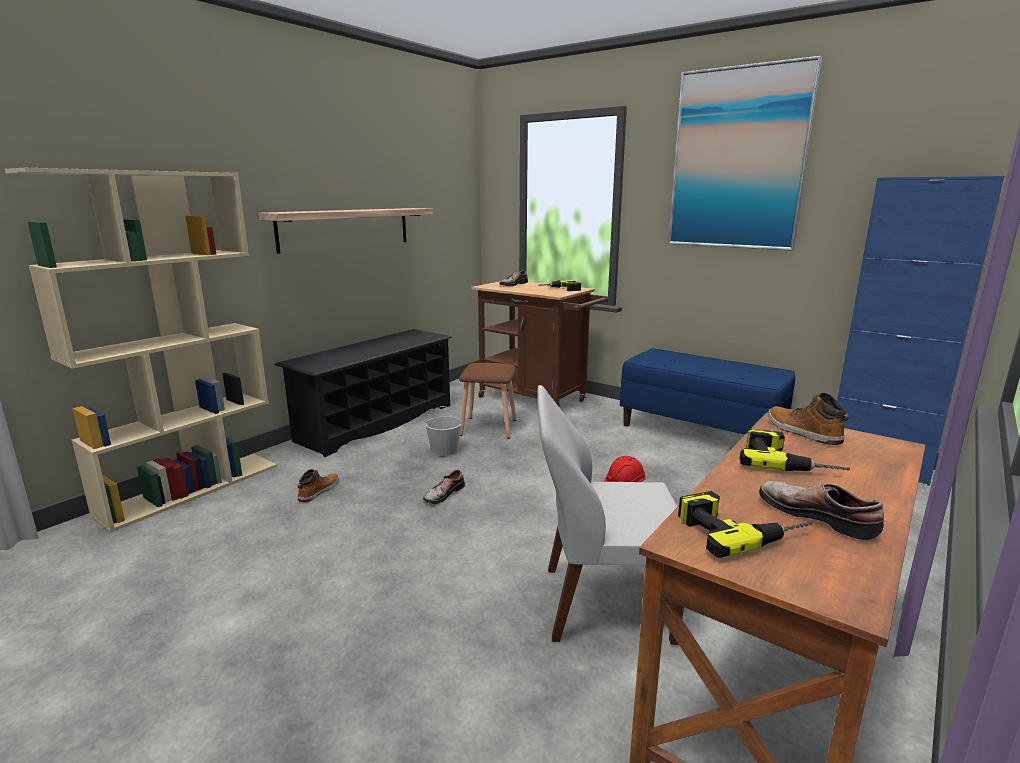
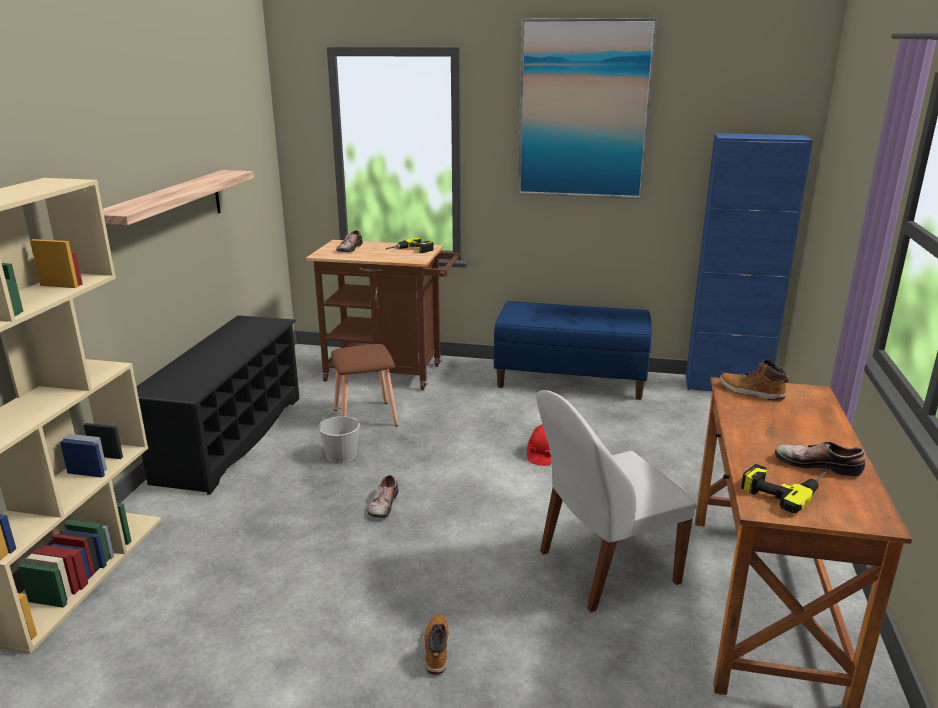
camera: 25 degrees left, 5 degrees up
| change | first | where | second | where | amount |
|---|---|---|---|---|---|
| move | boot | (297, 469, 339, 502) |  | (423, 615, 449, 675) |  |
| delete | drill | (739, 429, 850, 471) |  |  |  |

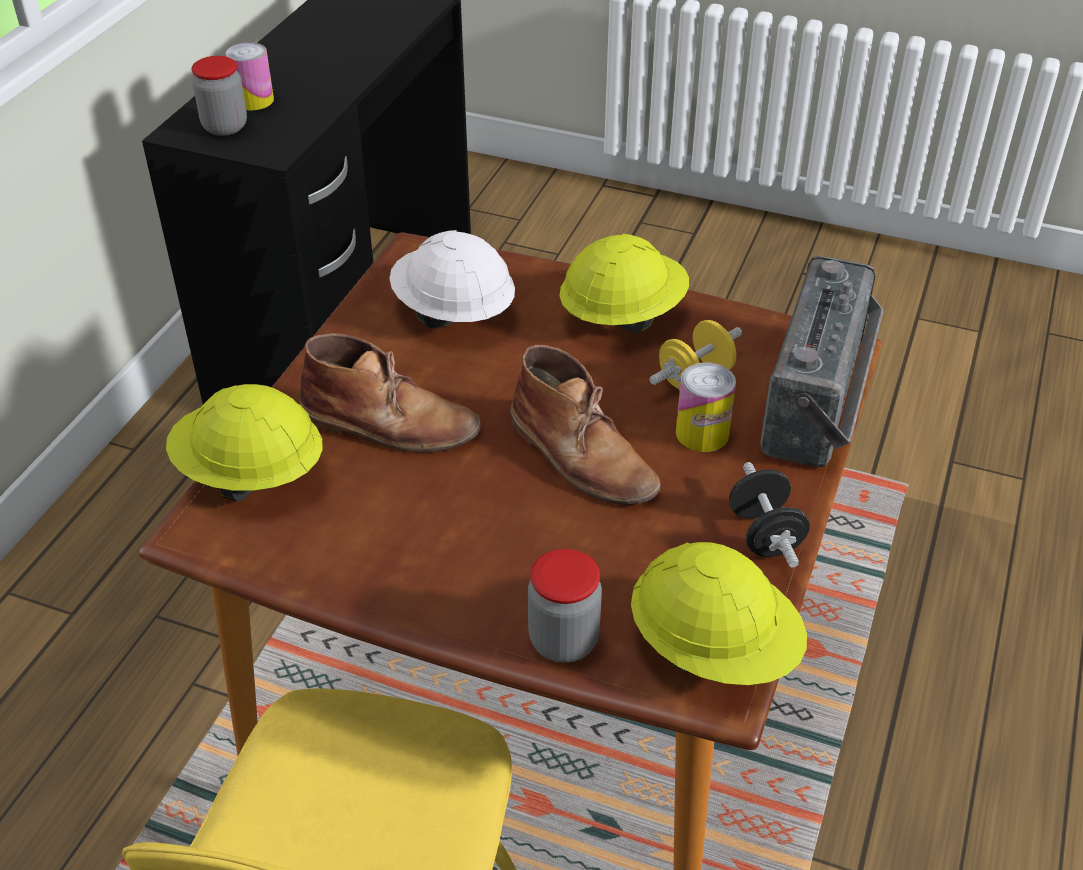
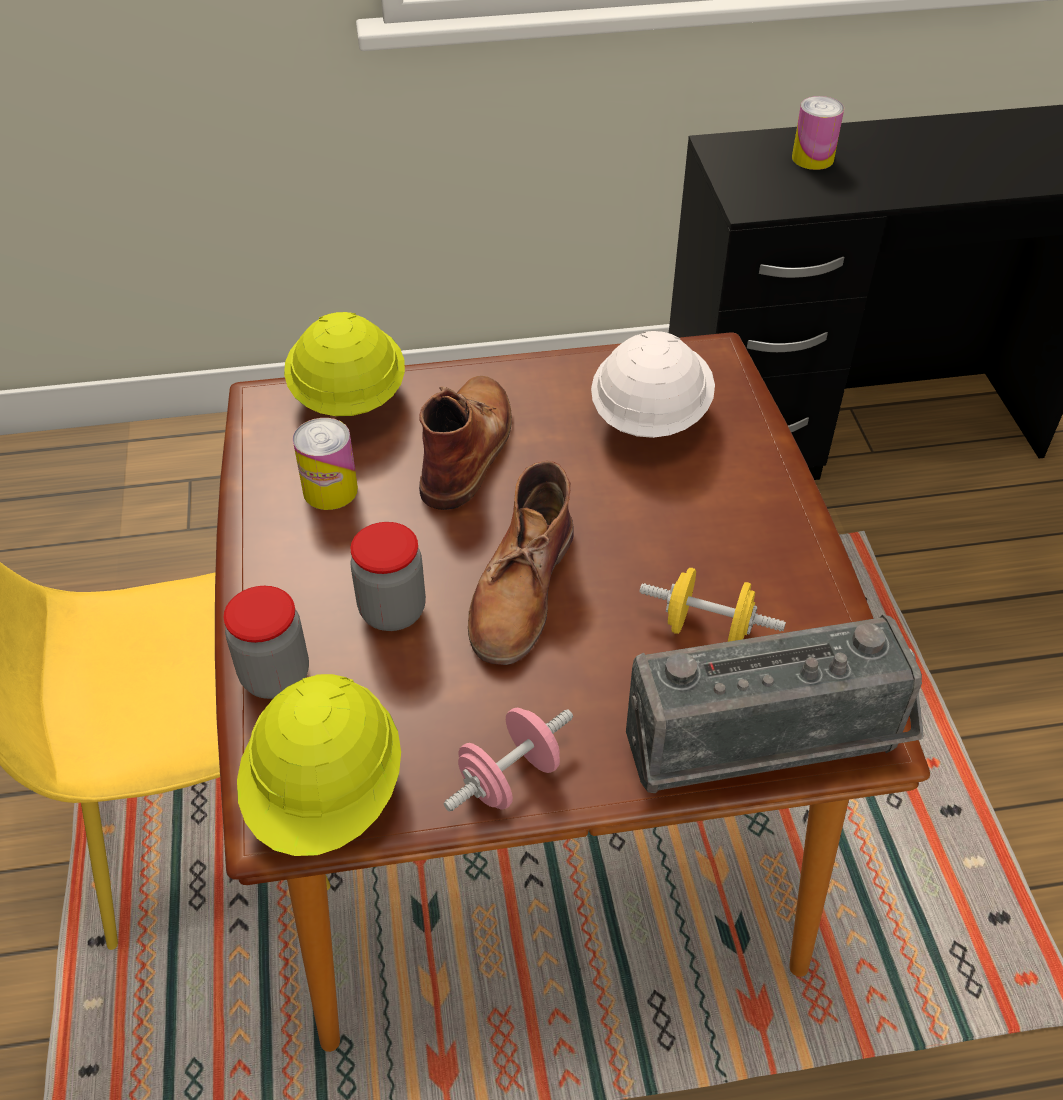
camera: 60 degrees right, 5 degrees up
| change | first | where | second | where | amount |
|---|---|---|---|---|---|
| move | metal can | (676, 362, 736, 452) |  | (293, 418, 358, 510) |  |
| move | preserve jar | (191, 56, 247, 136) |  | (350, 522, 426, 631) |  |
| rotate | brown boot | (298, 333, 481, 452) |  | (419, 376, 512, 510) | 150 degrees counterclockwise |
| recolor | blackish free weight | (729, 462, 810, 567) | pink free weight | (443, 708, 573, 812) |  |
| delete | yellow-coloured work helmet | (559, 234, 689, 333) |  |  |  |

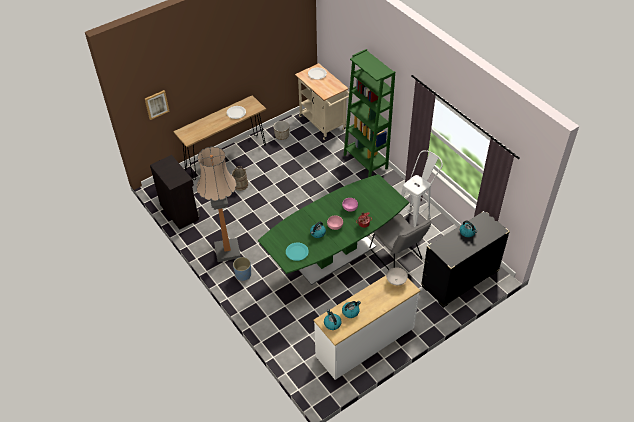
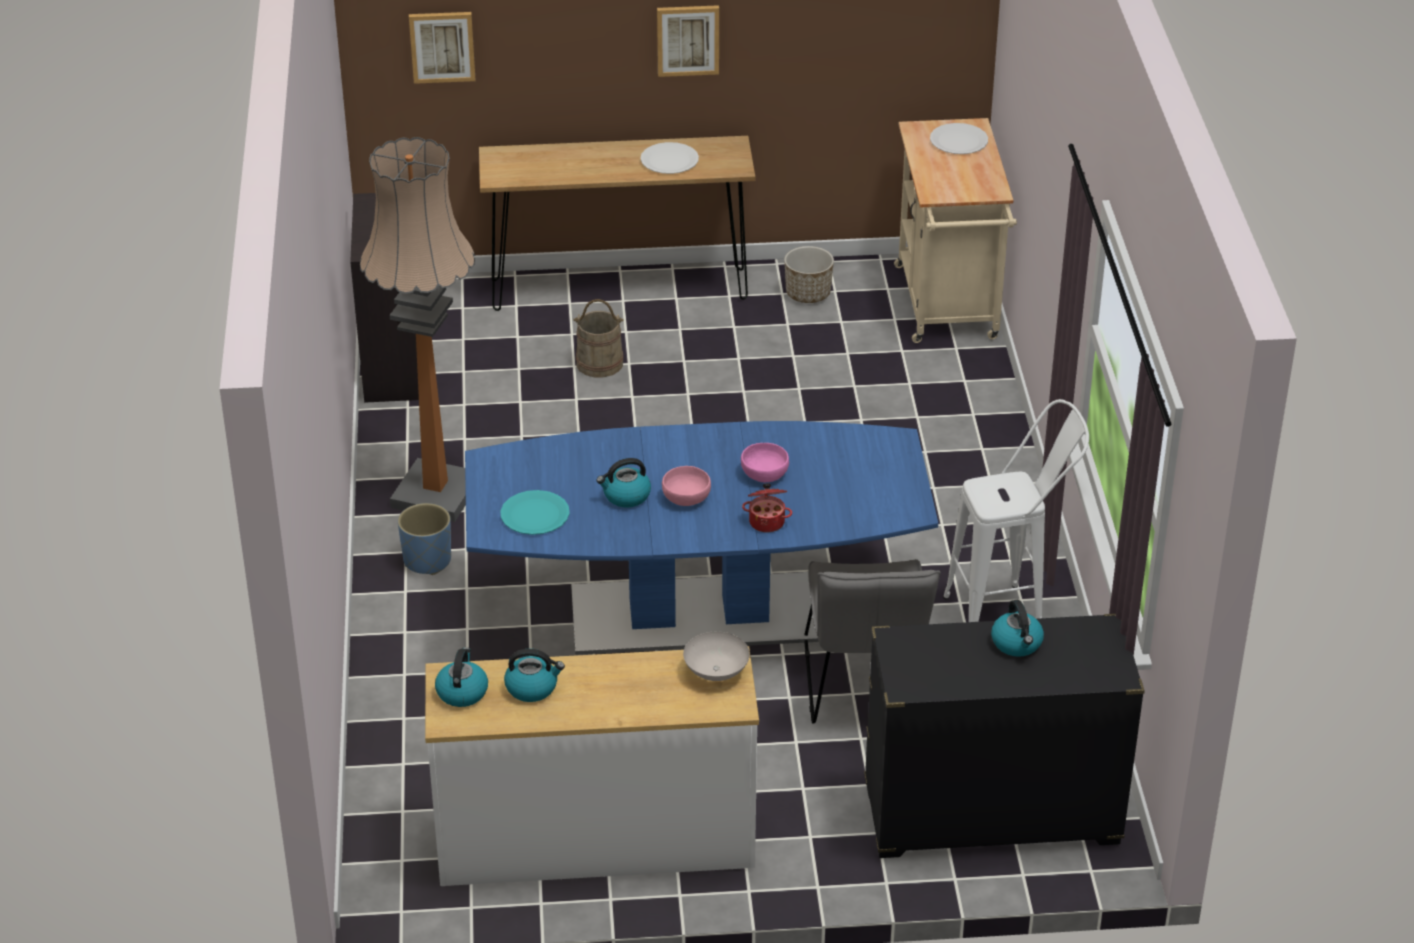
camera: 30 degrees right, 10 degrees down
| change | first | where | second | where | amount |
|---|---|---|---|---|---|
| recolor | green-coloured dinner table | (258, 174, 409, 285) | bluish dinner table | (465, 421, 938, 655) |  |
| insert |  |  | wall picture | (657, 5, 719, 77) |  |
| delete | green-coloured bookshelf | (344, 49, 395, 177) |  |  |  |

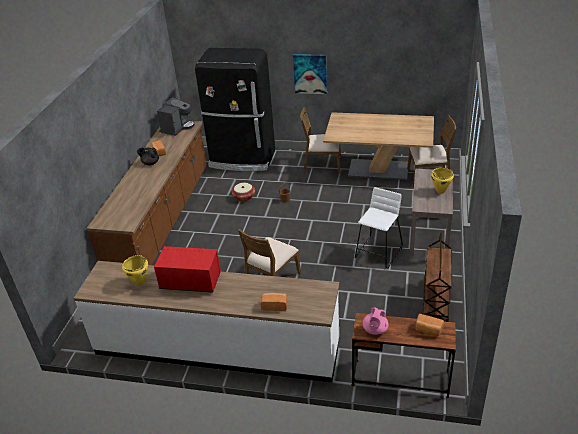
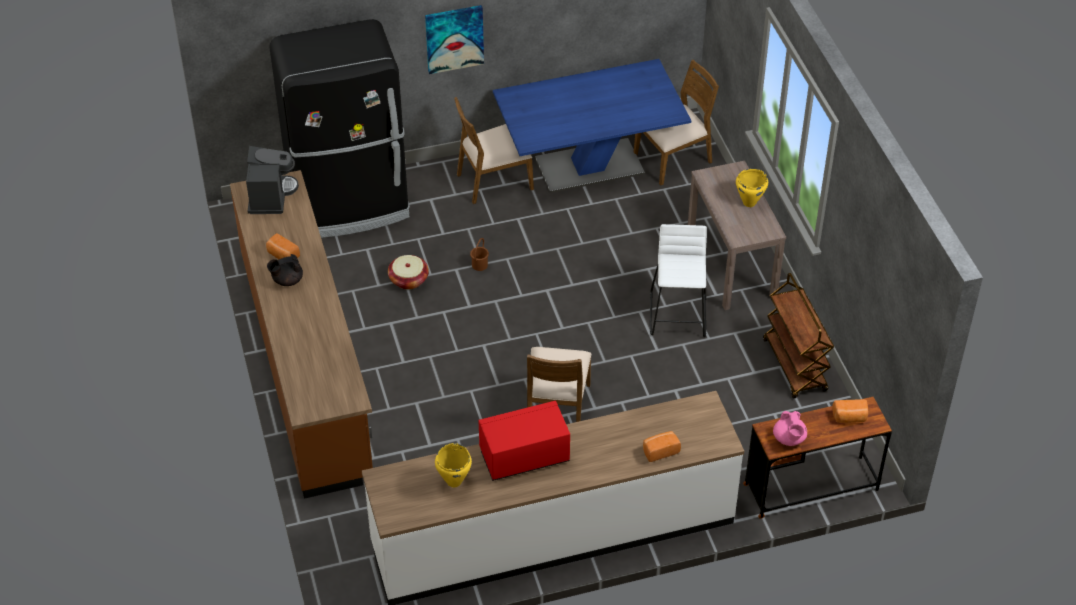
camera: 30 degrees left, 10 degrees up
| change | first | where | second | where | amount |
|---|---|---|---|---|---|
| recolor | brown dinner table | (323, 112, 434, 180) | bluish dinner table | (493, 59, 691, 193) |  |

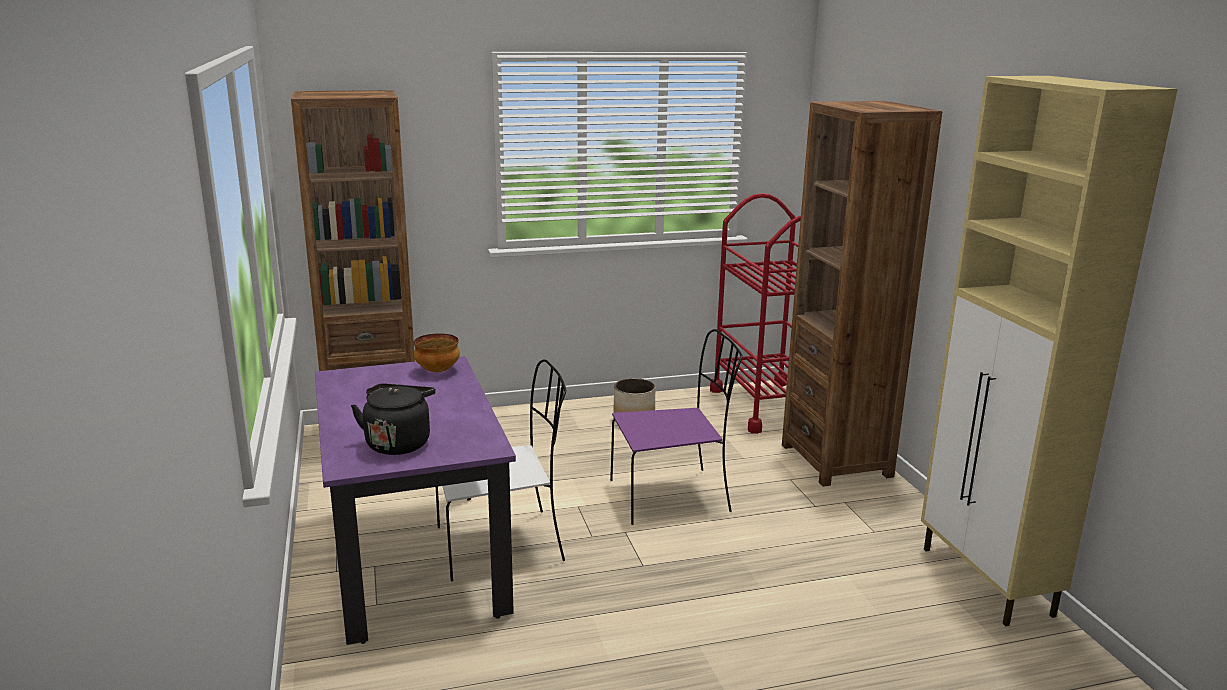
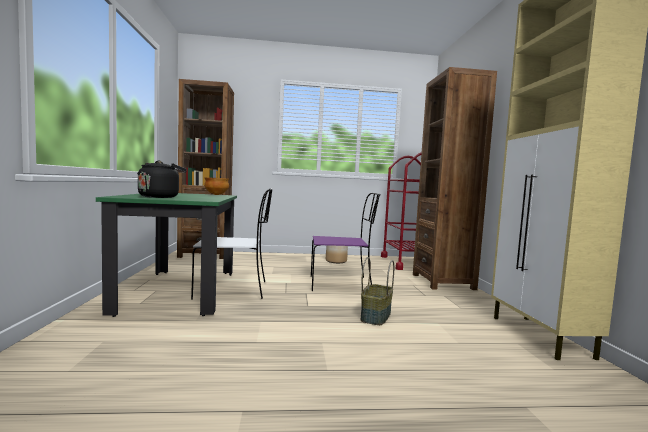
camera: 10 degrees right, 15 degrees down
| change | first | where | second | where | amount |
|---|---|---|---|---|---|
| recolor | purple dinner table | (315, 356, 516, 645) | green-coloured dinner table | (96, 193, 237, 317) |  |
| insert |  |  | household basket | (361, 257, 394, 325) |  |

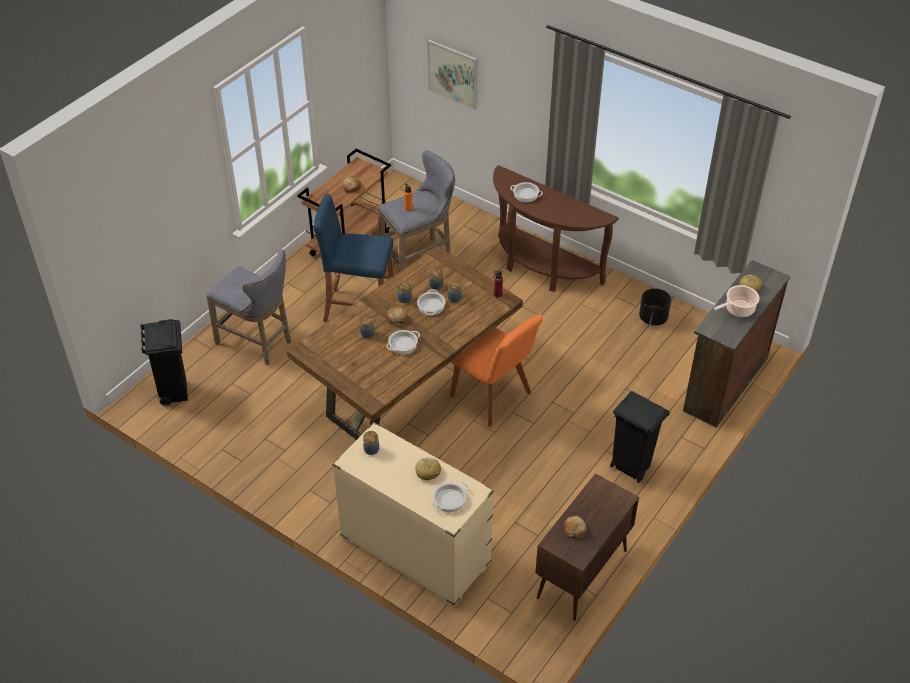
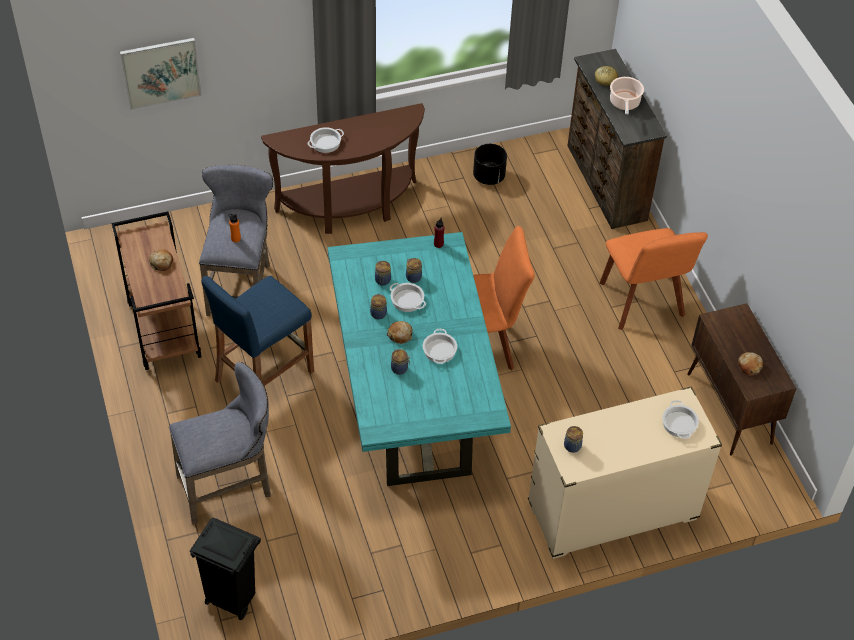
camera: 55 degrees left, 5 degrees up
| change | first | where | second | where | amount |
|---|---|---|---|---|---|
| recolor | brown dinner table | (287, 246, 523, 440) | blue-green dinner table | (328, 232, 511, 486) |  |
| replace | blackish trash can | (610, 391, 670, 483) | orangey chair | (600, 228, 708, 330) |  |
| delete | bakery bread | (415, 458, 441, 480) |  |  |  |

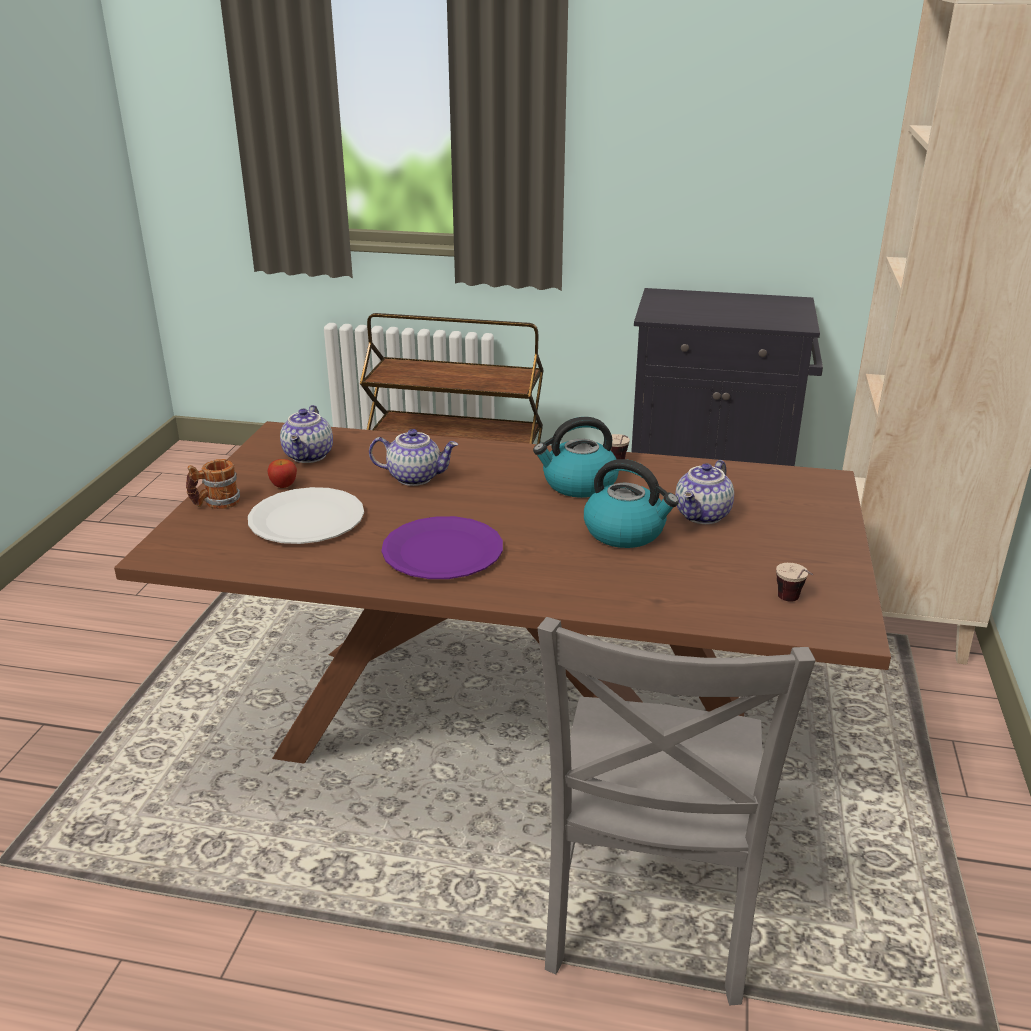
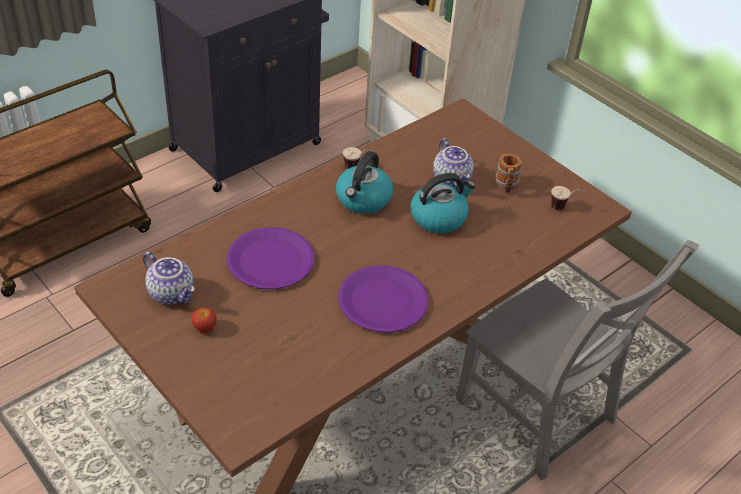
camera: 55 degrees left, 15 degrees up
| change | first | where | second | where | amount |
|---|---|---|---|---|---|
| replace | tea pot | (369, 429, 458, 486) | purple plate | (226, 227, 314, 290) |  |
| move | tea mug | (186, 459, 240, 509) |  | (495, 154, 522, 193) |  |
| delete | white plate | (248, 487, 364, 544) |  |  |  |

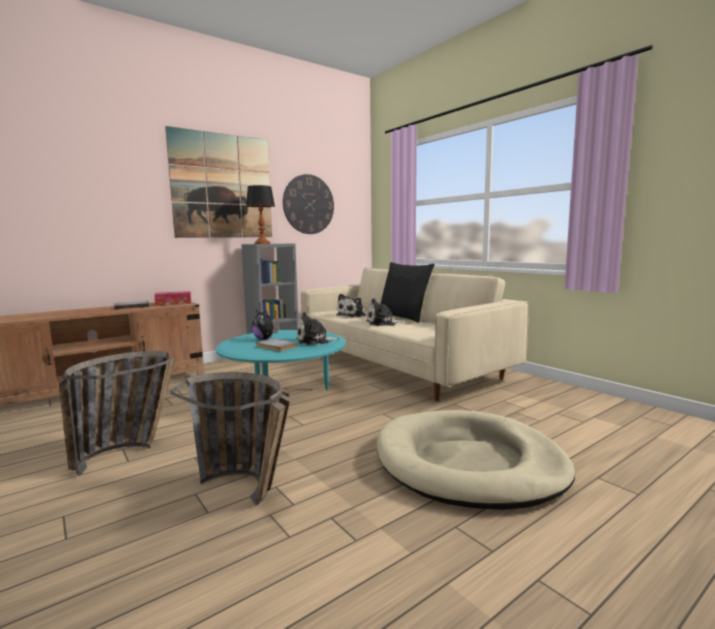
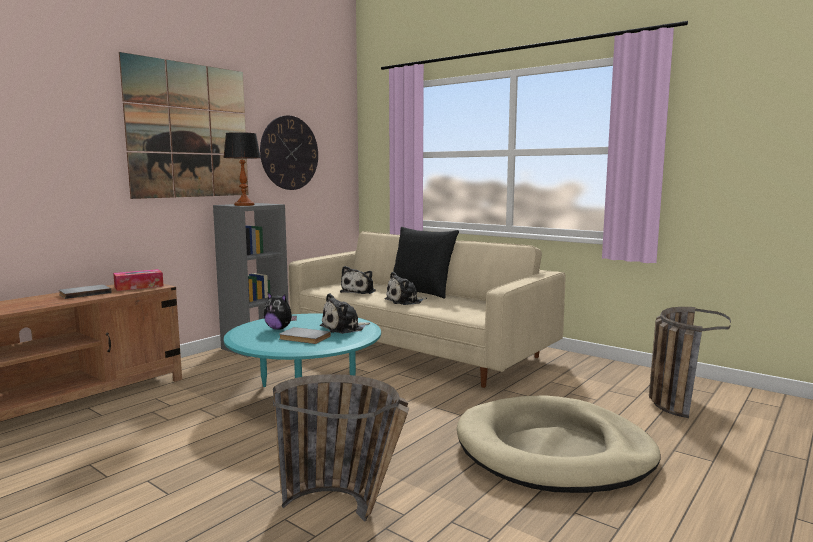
camera: 15 degrees left, 0 degrees up
| change | first | where | second | where | amount |
|---|---|---|---|---|---|
| move | household basket | (59, 351, 176, 476) |  | (649, 307, 731, 418) |  |

